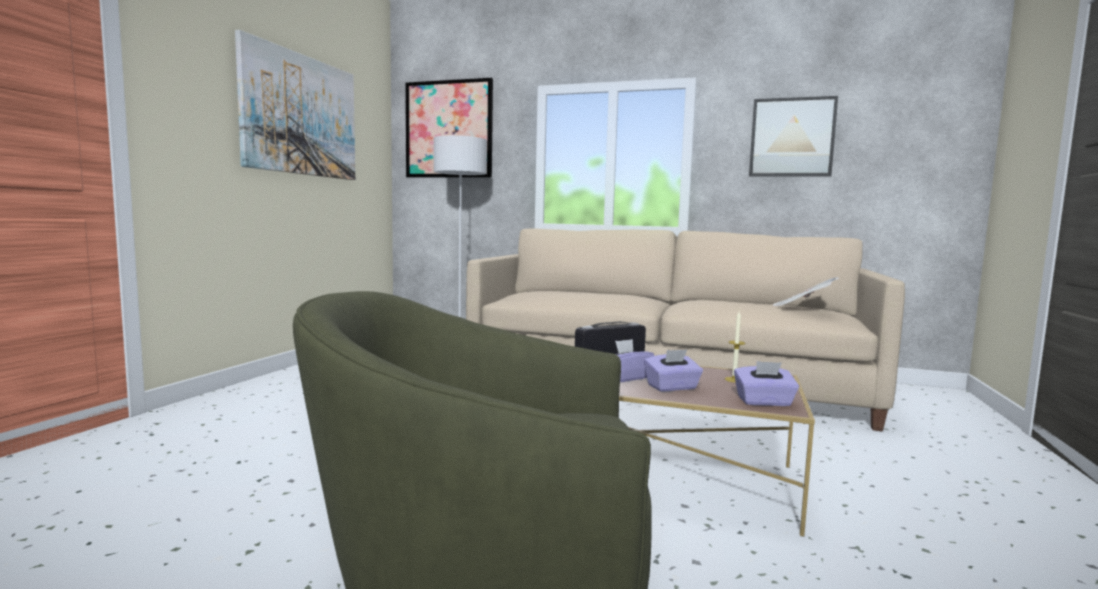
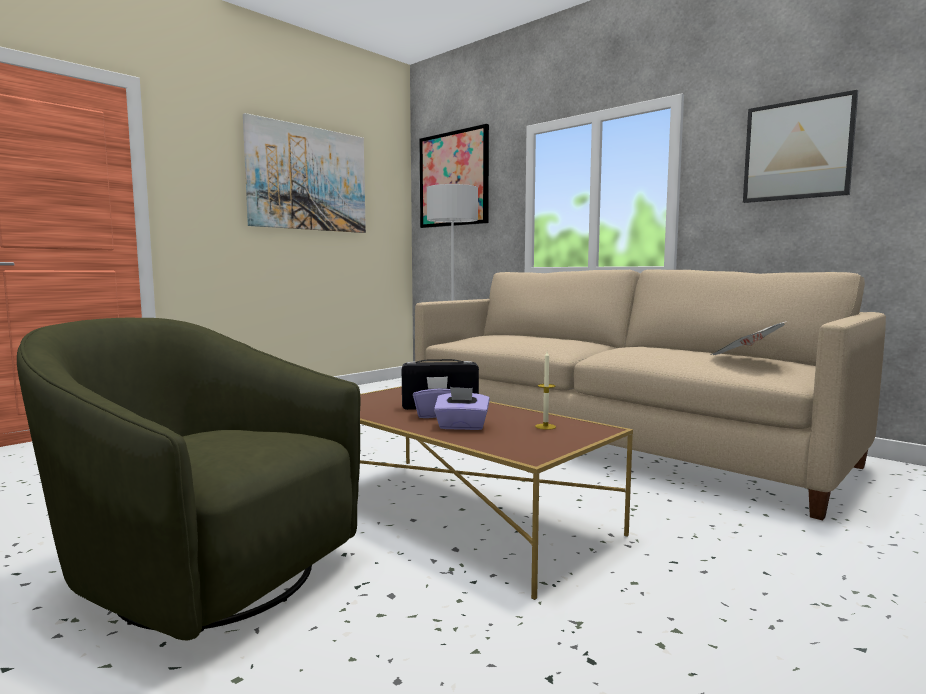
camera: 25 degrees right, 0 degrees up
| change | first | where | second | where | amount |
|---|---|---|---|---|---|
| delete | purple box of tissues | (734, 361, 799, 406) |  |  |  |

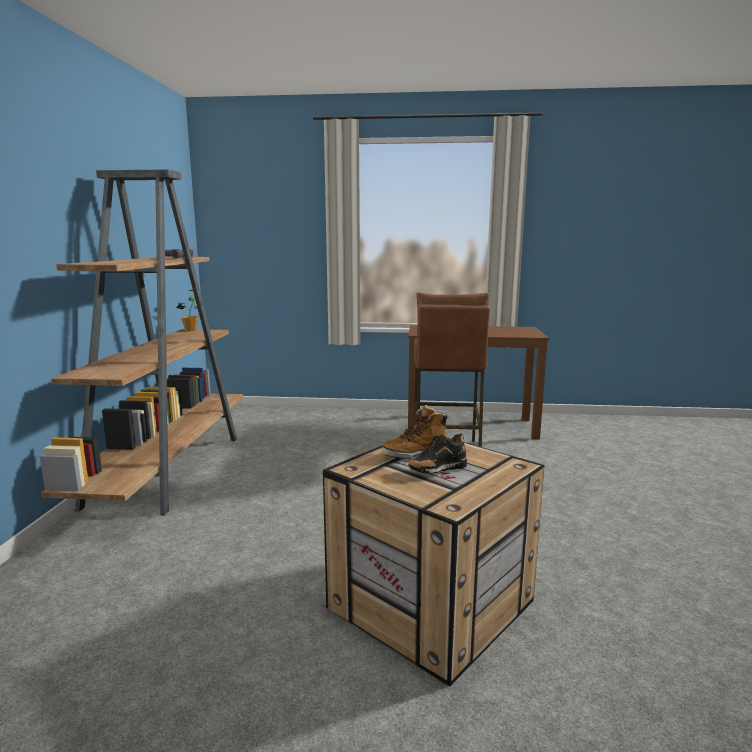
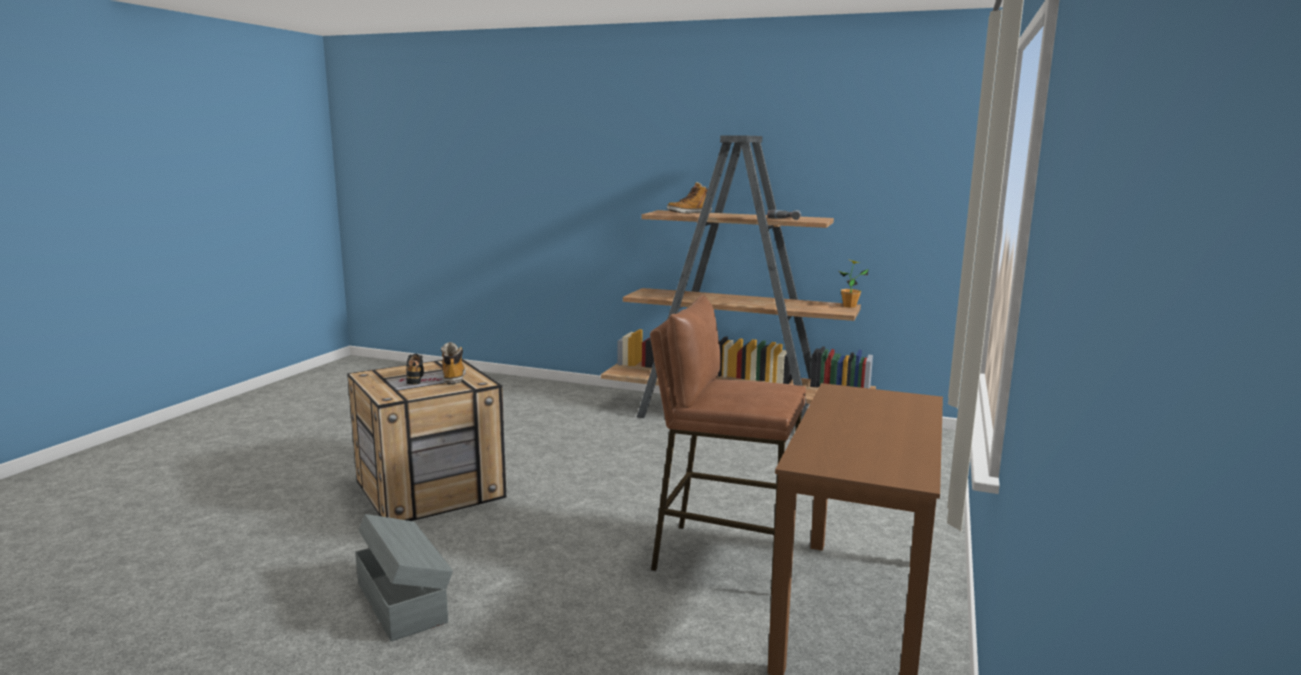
camera: 105 degrees right, 0 degrees up
| change | first | where | second | where | amount |
|---|---|---|---|---|---|
| insert |  |  | gray storage box | (355, 514, 453, 641) |  |
| insert |  |  | boot | (667, 182, 712, 214) |  |

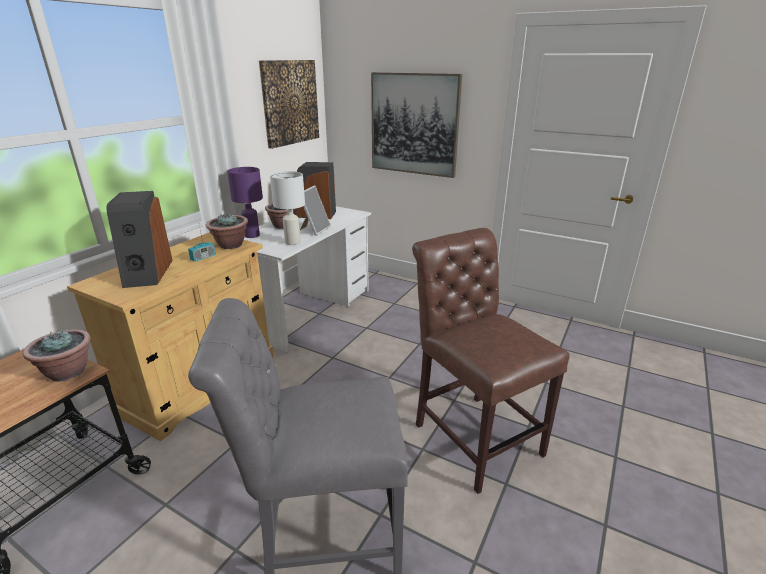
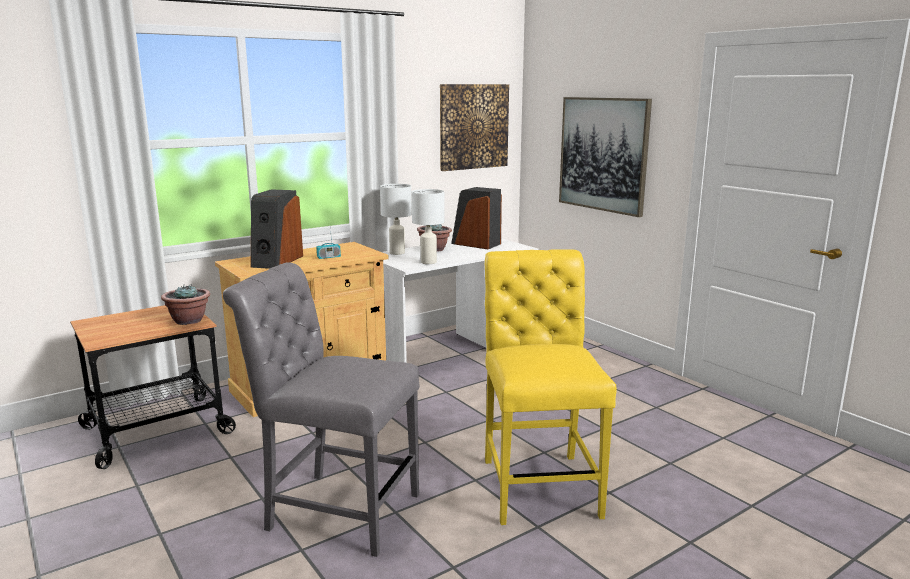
camera: 25 degrees right, 10 degrees down
| change | first | where | second | where | amount |
|---|---|---|---|---|---|
| recolor | purple table lamp | (227, 167, 263, 238) | white table lamp | (380, 184, 412, 255) |  |
| recolor | brown chair | (412, 228, 570, 494) | yellow-coloured chair | (485, 249, 617, 525) |  |
| delete | plant in a pot | (206, 213, 248, 249) |  |  |  |
| delete | photo frame | (300, 186, 331, 236) |  |  |  |

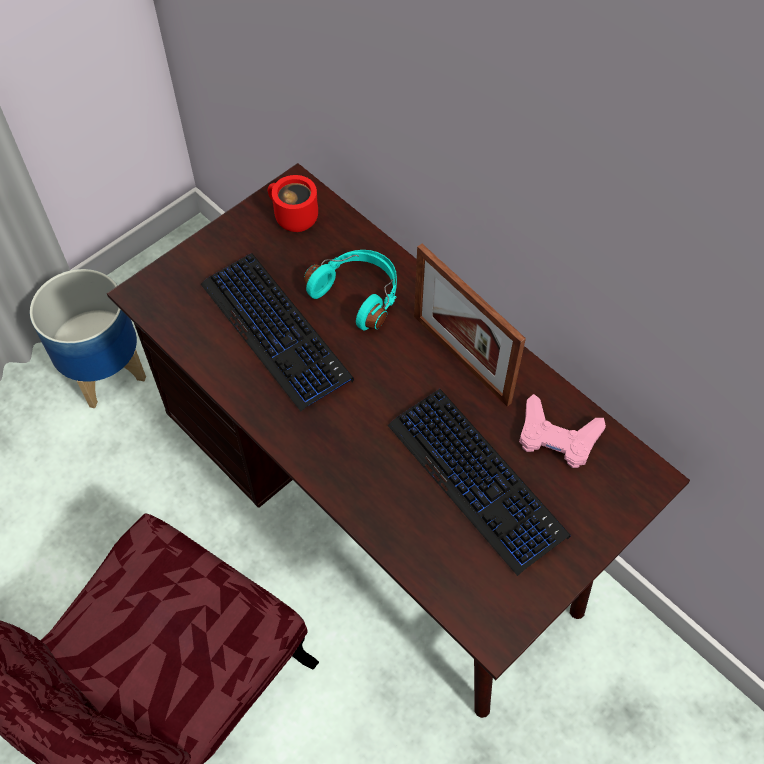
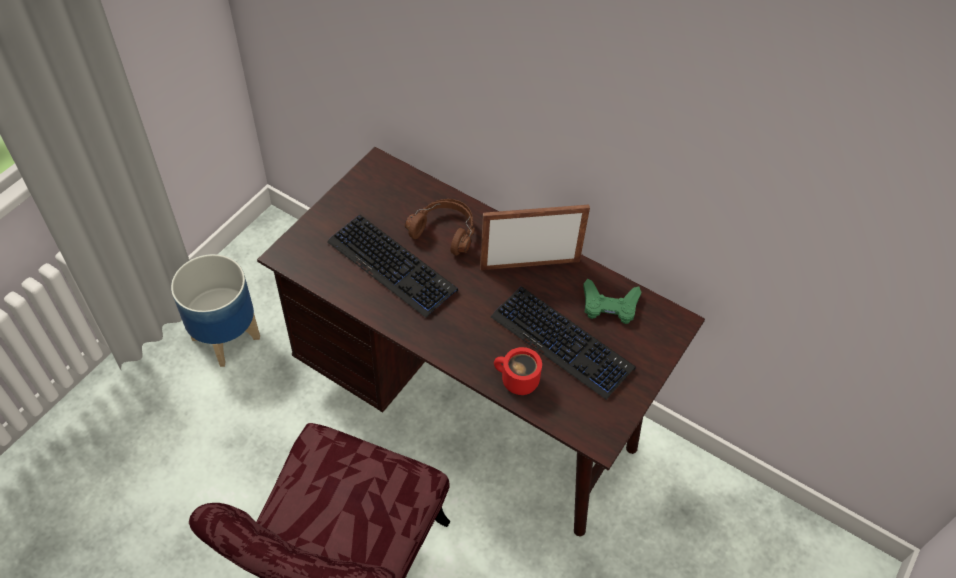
camera: 15 degrees left, 5 degrees down
| change | first | where | second | where | amount |
|---|---|---|---|---|---|
| recolor | blue-green headphones | (304, 250, 397, 331) | brown headphones | (405, 199, 475, 256) |  |
| rotate | photo frame | (414, 244, 526, 406) |  | (480, 205, 590, 270) | 135 degrees clockwise |
| move | red tea mug | (268, 175, 318, 232) |  | (494, 347, 542, 395) |  |
| recolor | pink gamepad | (519, 394, 606, 468) | green-coloured gamepad | (583, 279, 641, 324) |  |

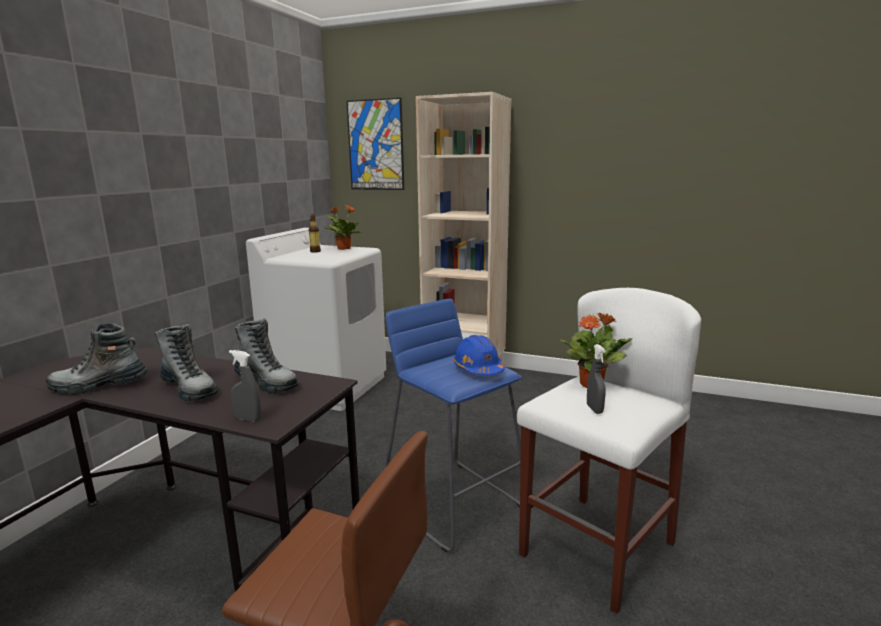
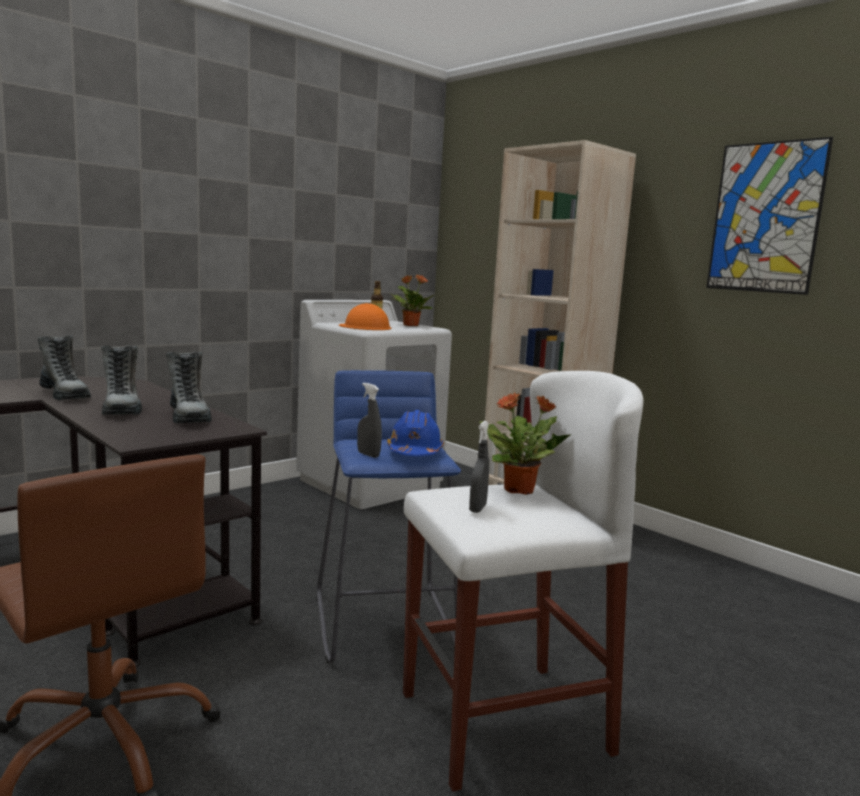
camera: 25 degrees right, 5 degrees down
| change | first | where | second | where | amount |
|---|---|---|---|---|---|
| rotate | boot | (46, 323, 148, 395) |  | (38, 335, 91, 400) | 150 degrees counterclockwise |
| insert |  |  | orangey work helmet | (339, 303, 391, 330) |  |
| move | gray spray bottle | (229, 350, 261, 422) |  | (357, 383, 382, 458) |  |
| move | wall picture | (346, 98, 404, 190) |  | (706, 137, 833, 295) |  |

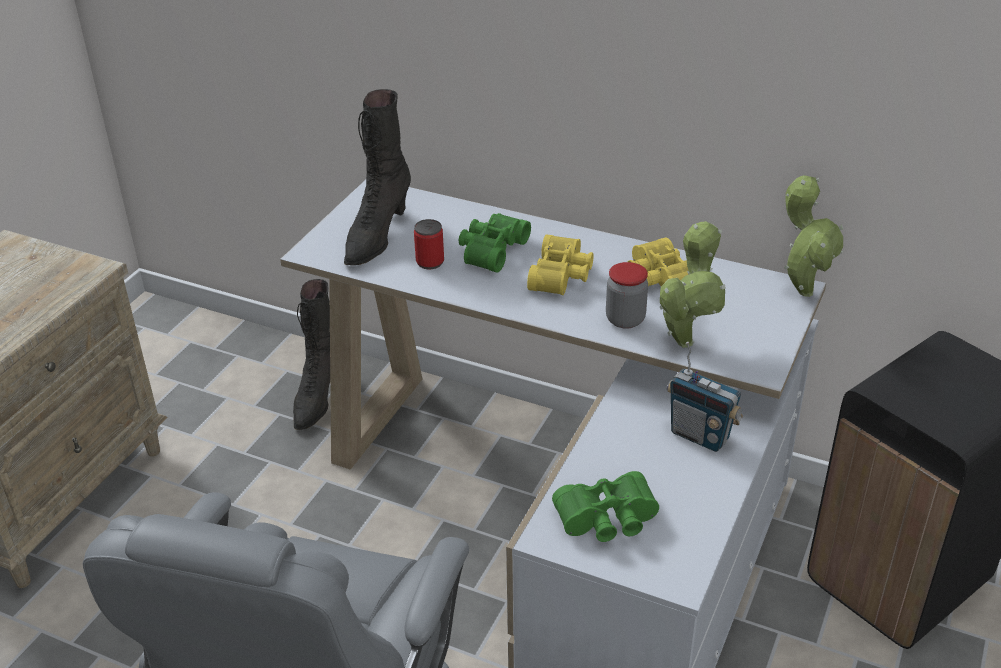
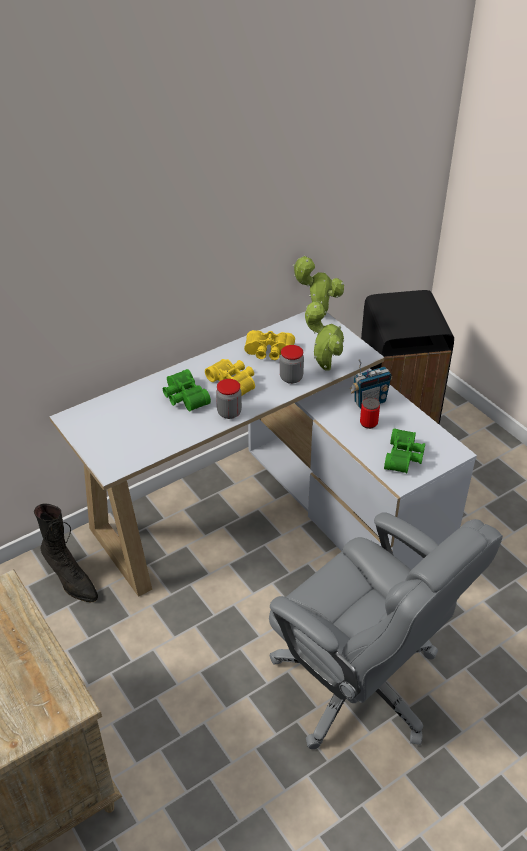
camera: 60 degrees left, 5 degrees up
| change | first | where | second | where | amount |
|---|---|---|---|---|---|
| insert |  |  | preserve jar | (216, 379, 242, 419) |  |
| move | metal can | (414, 219, 444, 269) |  | (360, 397, 380, 429) |  |
| delete | blackish boot | (344, 89, 411, 265) |  |  |  |

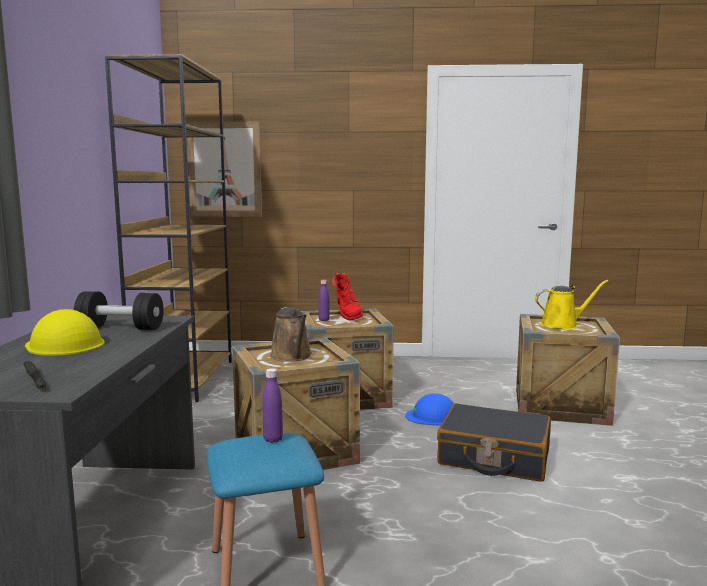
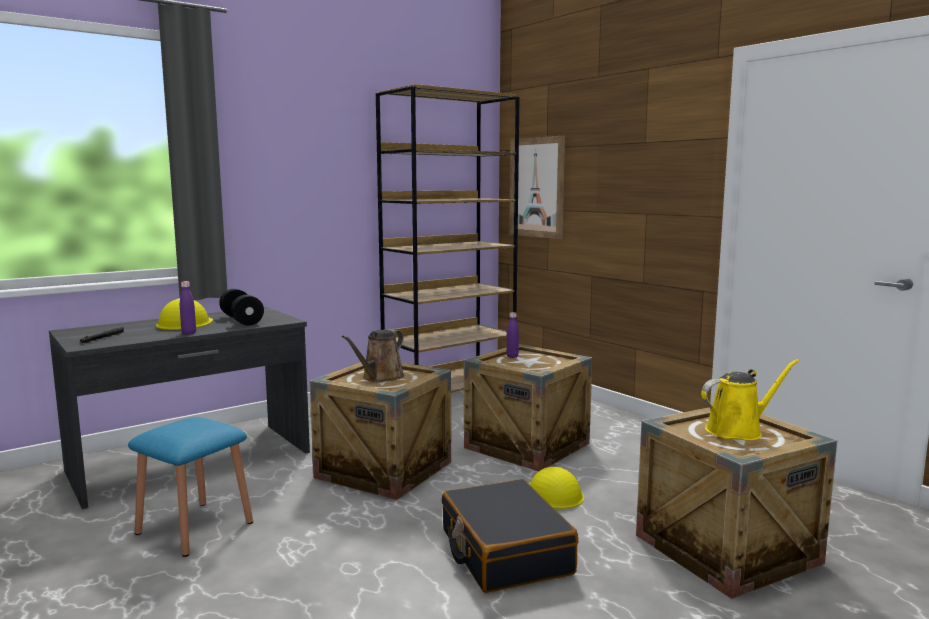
camera: 50 degrees right, 0 degrees up
| change | first | where | second | where | amount |
|---|---|---|---|---|---|
| move | purple bottle | (262, 368, 283, 443) |  | (180, 281, 196, 335) |  |
| recolor | bluish work helmet | (405, 393, 454, 425) | yellow-coloured work helmet | (529, 467, 584, 509) |  |
| rotate | yellow-coloured sprinkling can | (535, 280, 608, 330) |  | (701, 359, 799, 441) | 60 degrees counterclockwise |
| delete | red boot | (332, 273, 363, 321) |  |  |  |

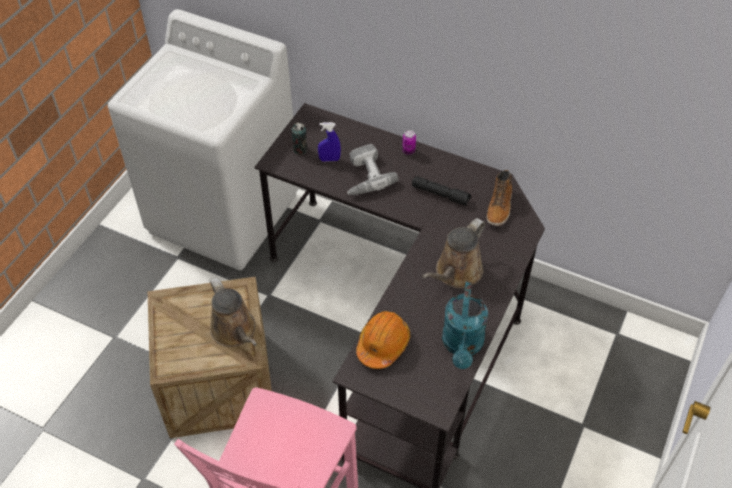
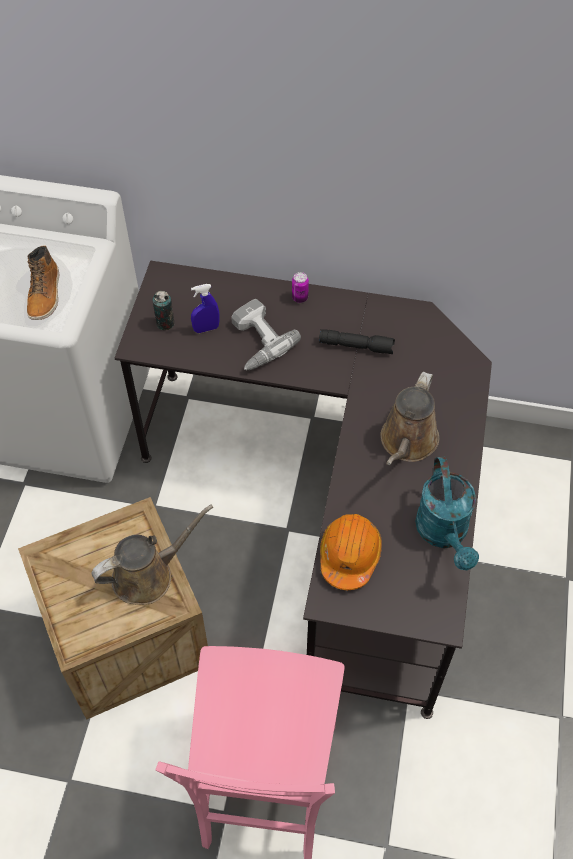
camera: 15 degrees left, 5 degrees up
| change | first | where | second | where | amount |
|---|---|---|---|---|---|
| move | boot | (487, 170, 512, 226) |  | (27, 245, 59, 320) |  |
| rotate | brown sprinkling can | (210, 278, 257, 347) |  | (91, 504, 213, 605) | 75 degrees counterclockwise |

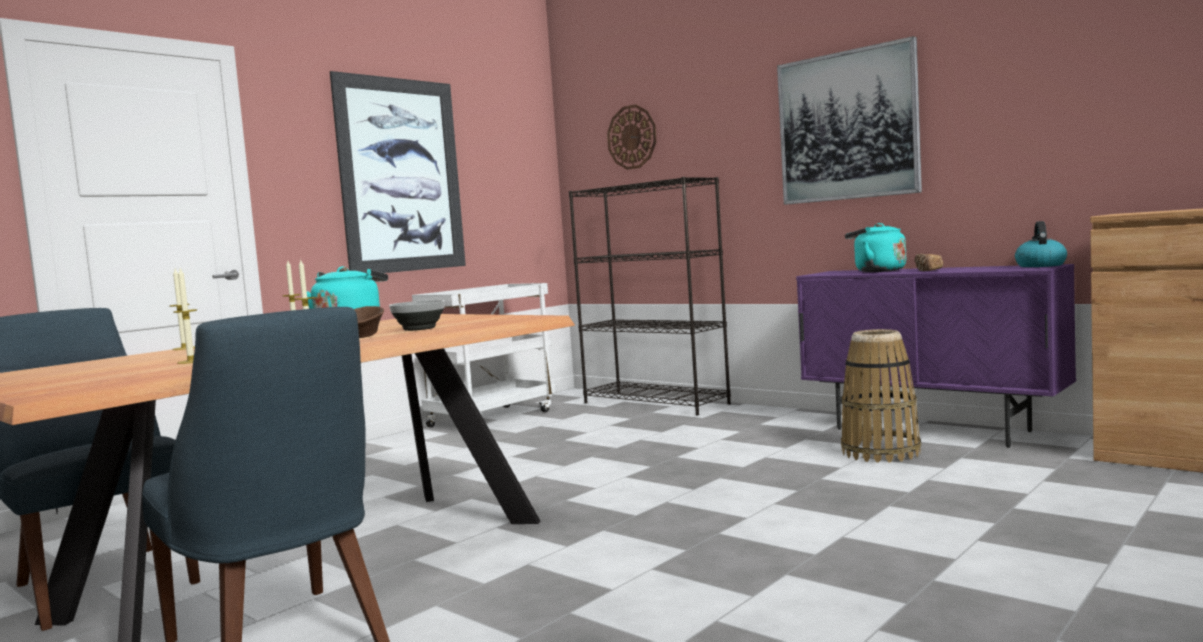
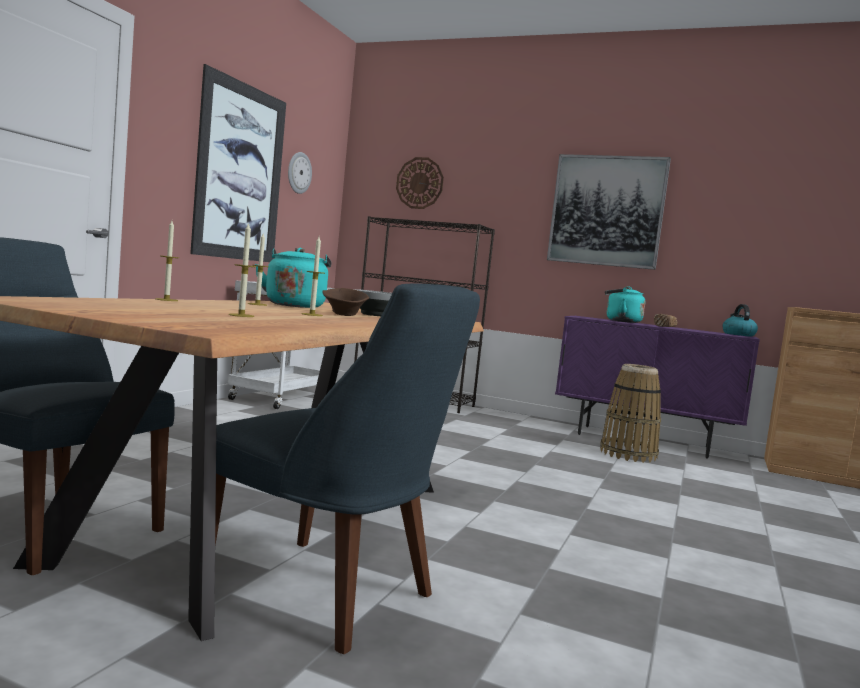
camera: 20 degrees left, 0 degrees up
| change | first | where | second | where | amount |
|---|---|---|---|---|---|
| insert |  |  | clock on the wall | (288, 152, 312, 194) |  |

